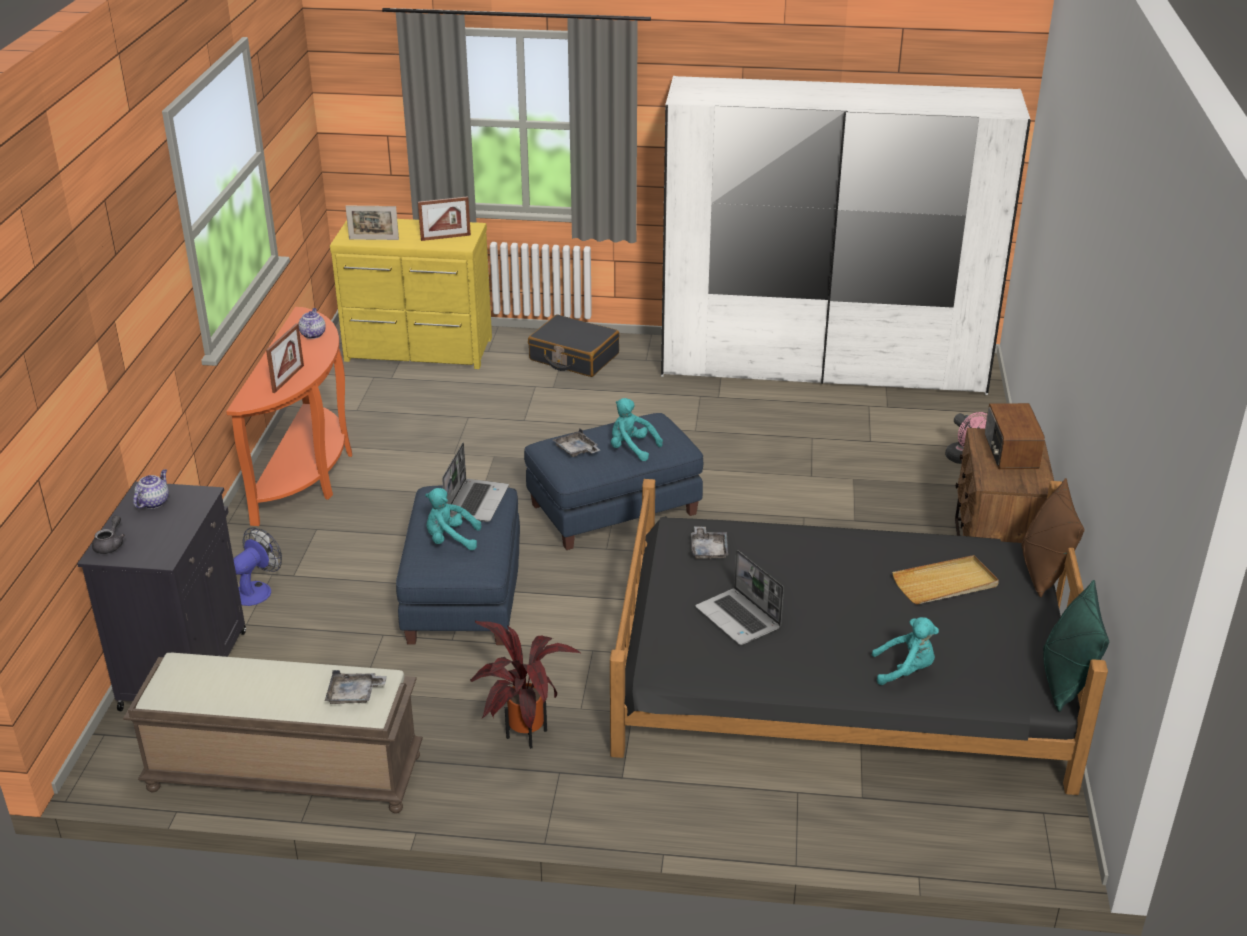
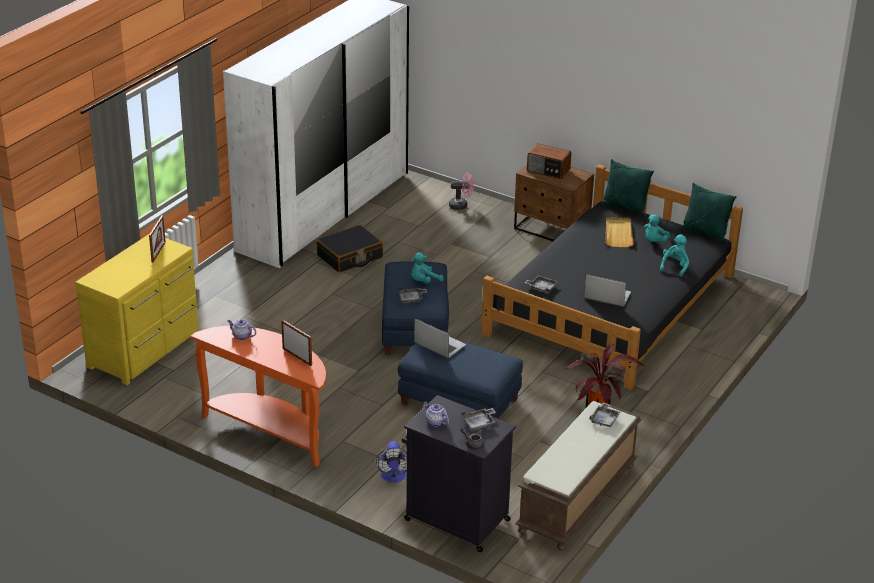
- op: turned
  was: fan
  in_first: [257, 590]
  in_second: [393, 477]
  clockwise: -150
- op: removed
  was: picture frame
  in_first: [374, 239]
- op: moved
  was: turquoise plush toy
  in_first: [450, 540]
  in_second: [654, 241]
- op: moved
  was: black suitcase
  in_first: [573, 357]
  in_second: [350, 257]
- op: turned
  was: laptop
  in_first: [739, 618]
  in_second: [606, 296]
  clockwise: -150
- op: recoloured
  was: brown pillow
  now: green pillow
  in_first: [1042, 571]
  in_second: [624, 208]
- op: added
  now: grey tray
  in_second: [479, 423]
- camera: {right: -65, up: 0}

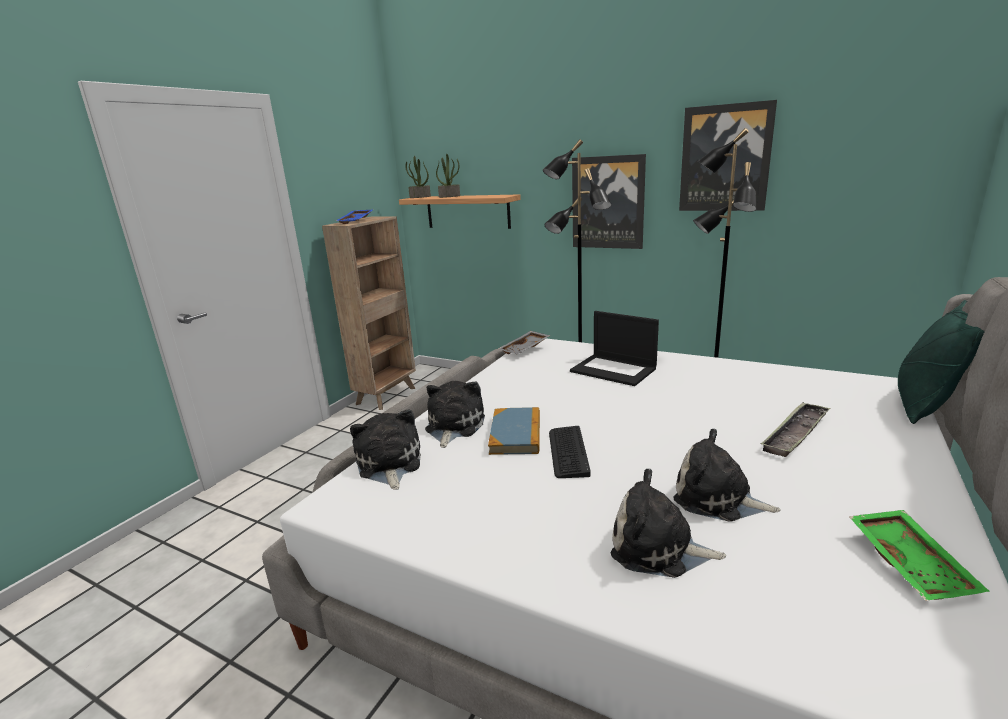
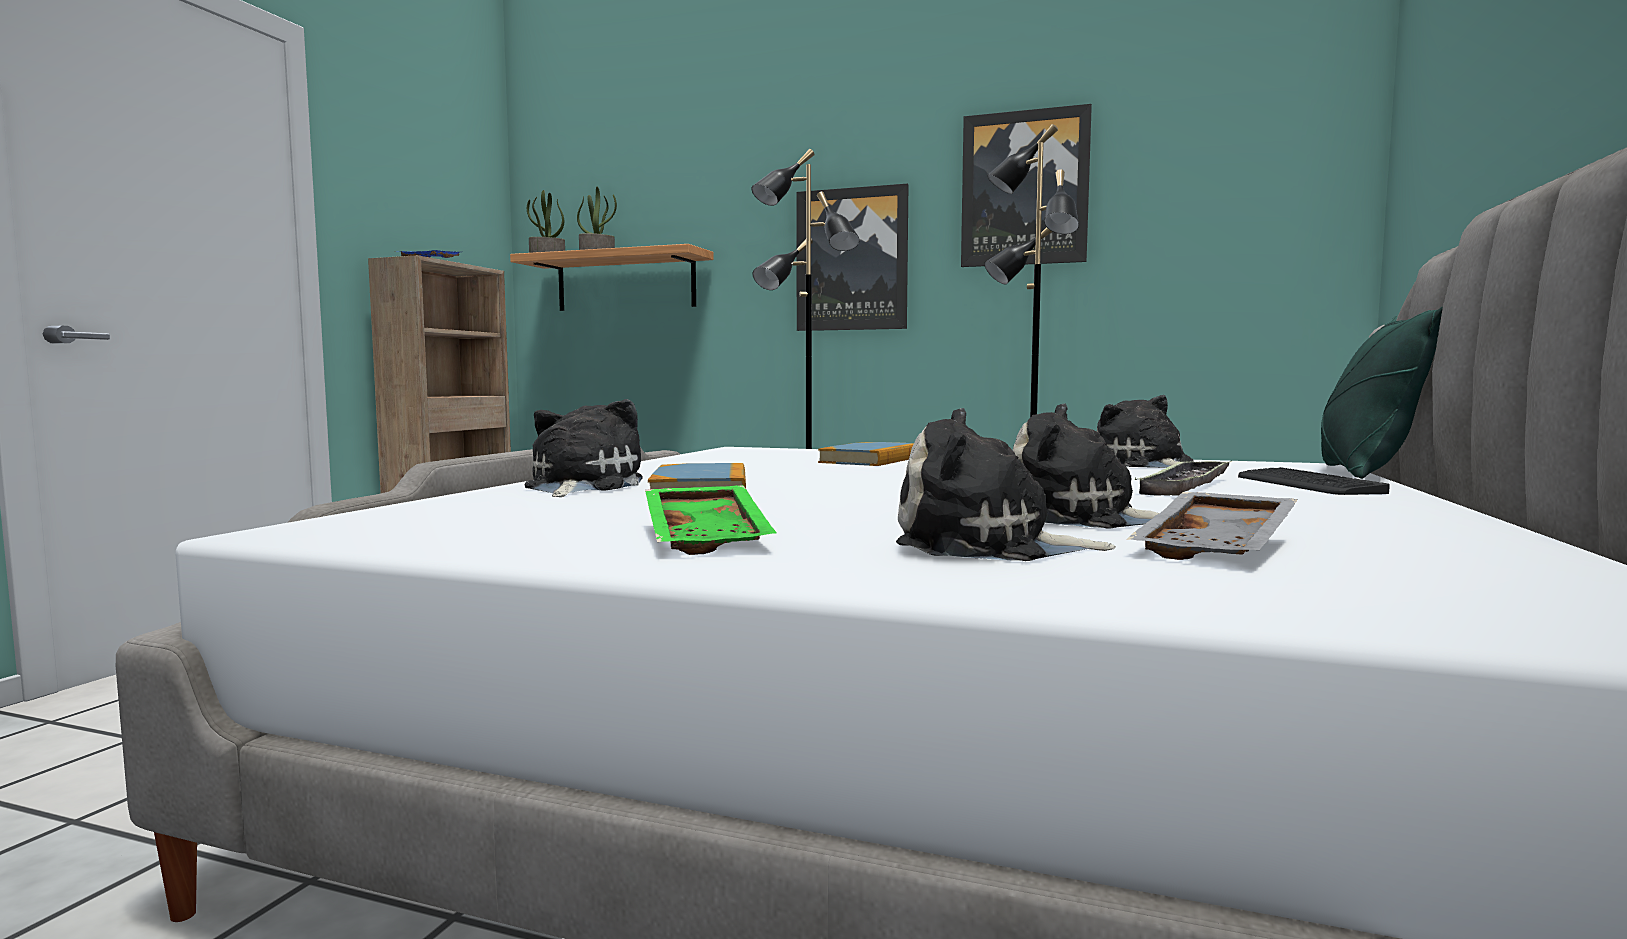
- op: moved
  was: plush toy
  in_first: [389, 464]
  in_second: [1145, 464]
- op: moved
  was: grey tray
  in_first: [525, 349]
  in_second: [1219, 548]
- op: moved
  was: keyboard
  in_first: [568, 452]
  in_second: [1306, 484]
- op: replaced
  was: laptop
  now: book
  in_first: [614, 370]
  in_second: [872, 460]
- op: moved
  was: green tray
  in_first: [912, 563]
  in_second: [709, 538]
- camera: {right: -10, up: -15}

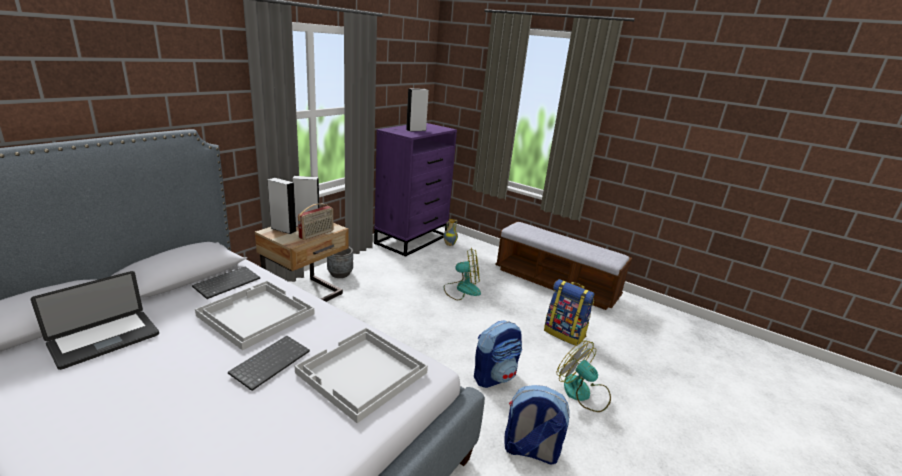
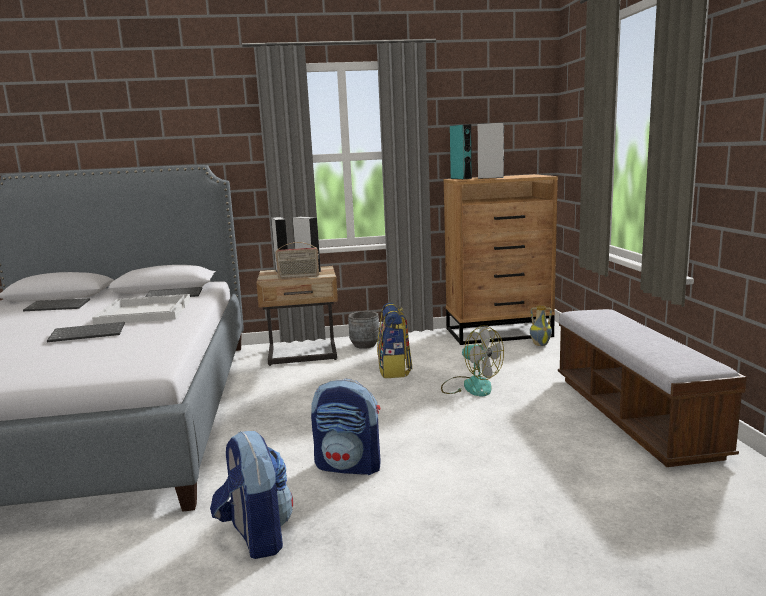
- op: replaced
  was: laptop
  now: keyboard
  in_first: [104, 340]
  in_second: [59, 306]
- op: removed
  was: white tray
  in_first: [362, 374]
- op: recoloured
  was: purple dresser
  now: brown dresser
  in_first: [412, 239]
  in_second: [499, 332]
- op: moved
  was: backpack
  in_first: [565, 334]
  in_second: [395, 370]
- op: removed
  was: fan
  in_first: [582, 393]
- op: added
  now: turquoise speaker
  in_second: [461, 178]
- camera: {right: 50, up: -10}

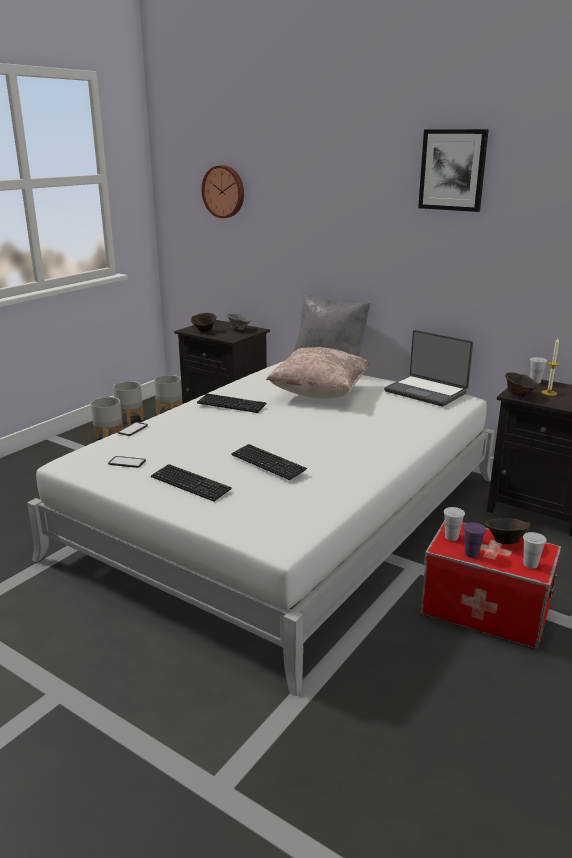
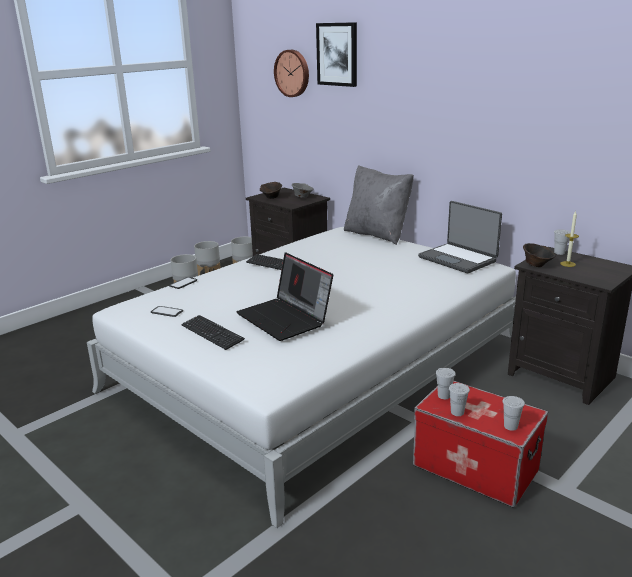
- op: replaced
  was: keyboard
  now: laptop
  in_first: [268, 463]
  in_second: [286, 318]
- op: removed
  was: beige pillow
  in_first: [319, 393]
- op: moved
  was: picture
  in_first: [453, 170]
  in_second: [337, 54]
- op: recoloured
  was: purple cup
  now: white cup
  in_first: [471, 553]
  in_second: [457, 412]
- op: removed
  was: brown bowl
  in_first: [504, 541]
- camera: {right: 10, up: 0}

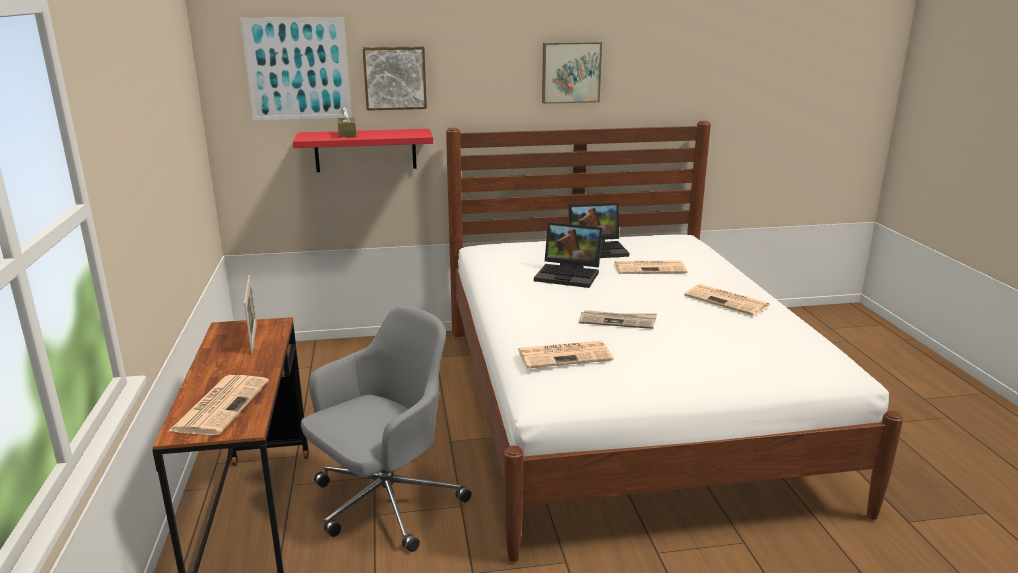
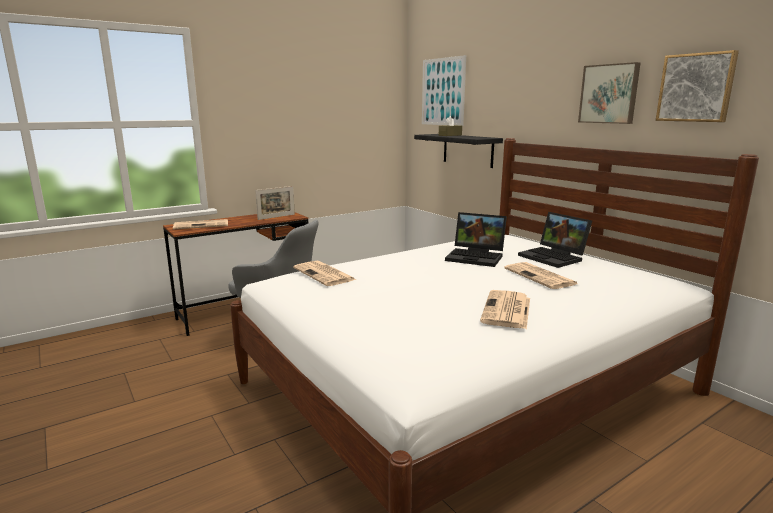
- op: recoloured
  was: red shelf
  now: black shelf
  in_first: [365, 150]
  in_second: [468, 150]
- op: moved
  was: picture
  in_first: [395, 78]
  in_second: [696, 87]
- op: turned
  was: laptop
  in_first: [570, 275]
  in_second: [477, 257]
  clockwise: -60
- op: removed
  was: newspaper
  in_first: [617, 321]
- camera: {right: 65, up: -5}

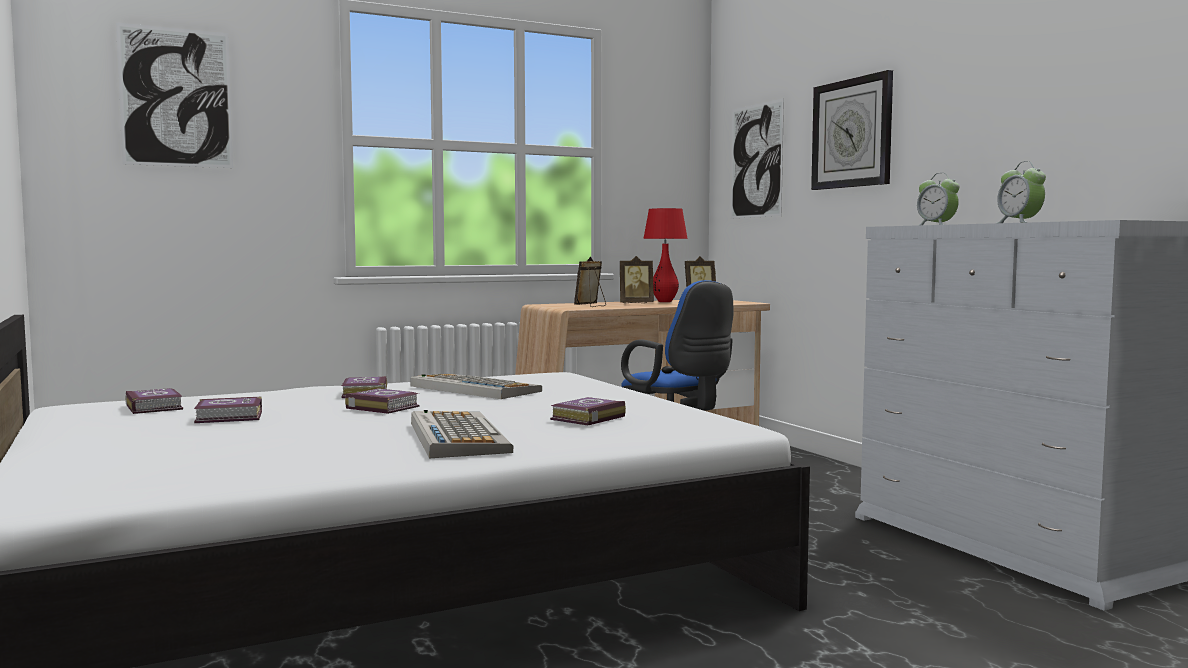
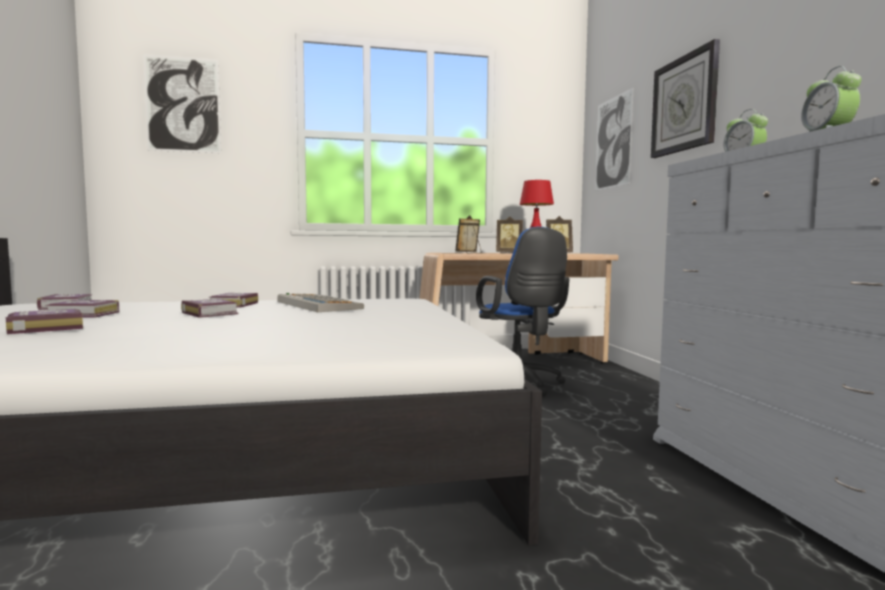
- op: removed
  was: keyboard
  in_first: [456, 436]
- op: moved
  was: book
  in_first: [585, 418]
  in_second: [44, 328]
- camera: {right: 15, up: 0}

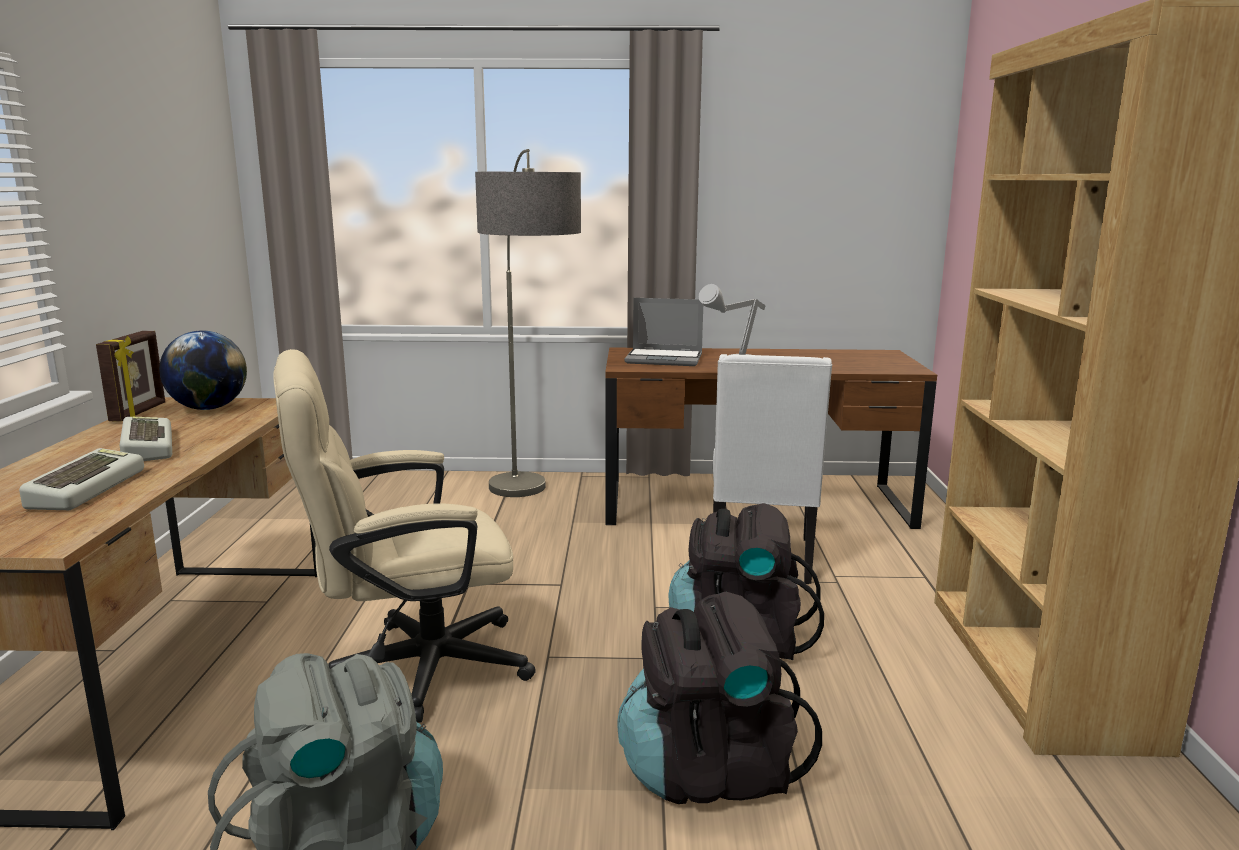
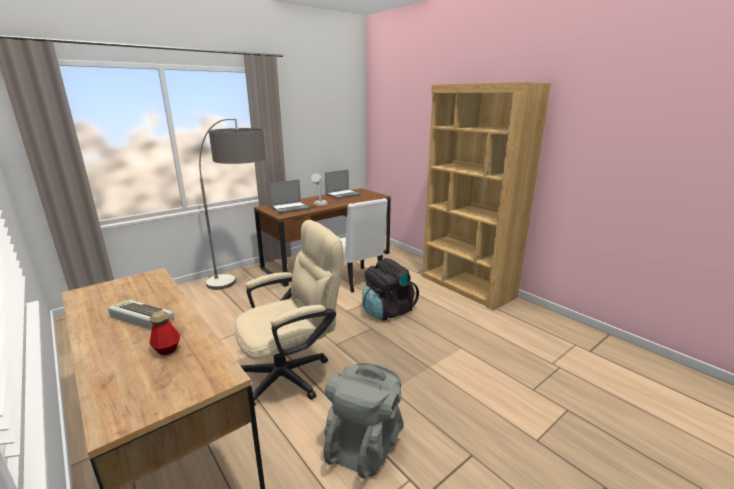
- op: replaced
  was: keyboard
  now: bottle
  in_first: [85, 488]
  in_second: [167, 349]
- op: removed
  was: picture frame
  in_first: [139, 412]
- op: removed
  was: globe
  in_first: [208, 408]
- op: turned
  was: beige office chair
  in_first: [411, 669]
  in_second: [292, 373]
  clockwise: -150
- op: removed
  was: black backpack
  in_first: [709, 771]
- op: added
  now: laptop
  in_second: [342, 195]
- camera: {right: -40, up: 5}

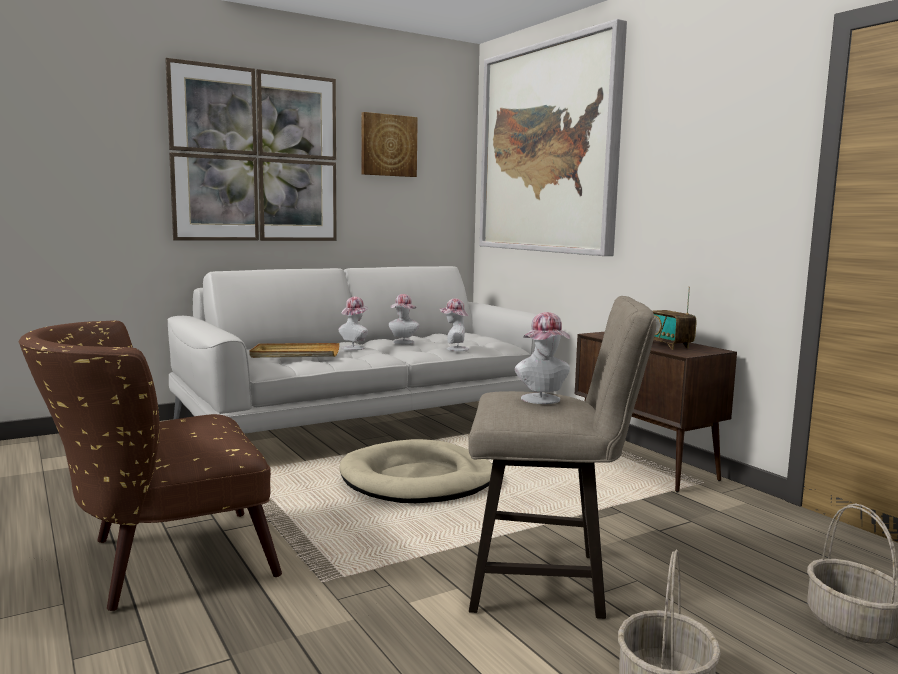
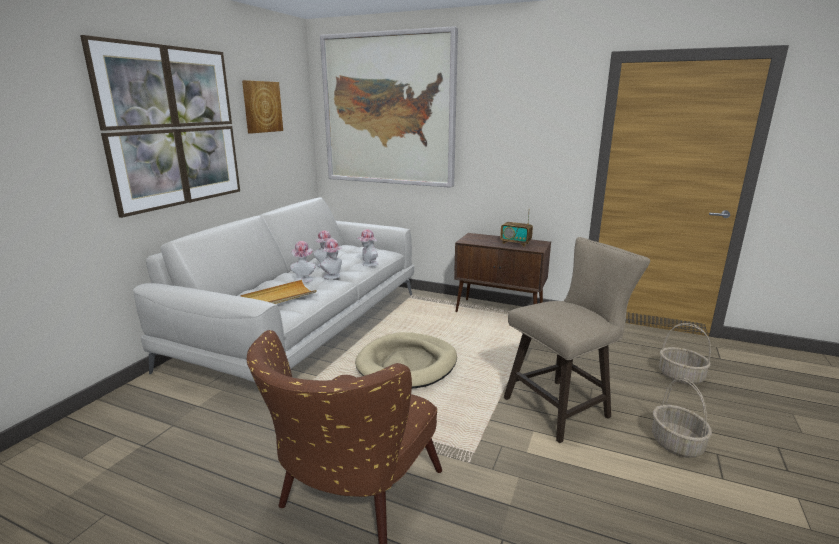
- op: moved
  was: hat
  in_first: [543, 400]
  in_second: [333, 276]
- camera: {right: -35, up: 10}

